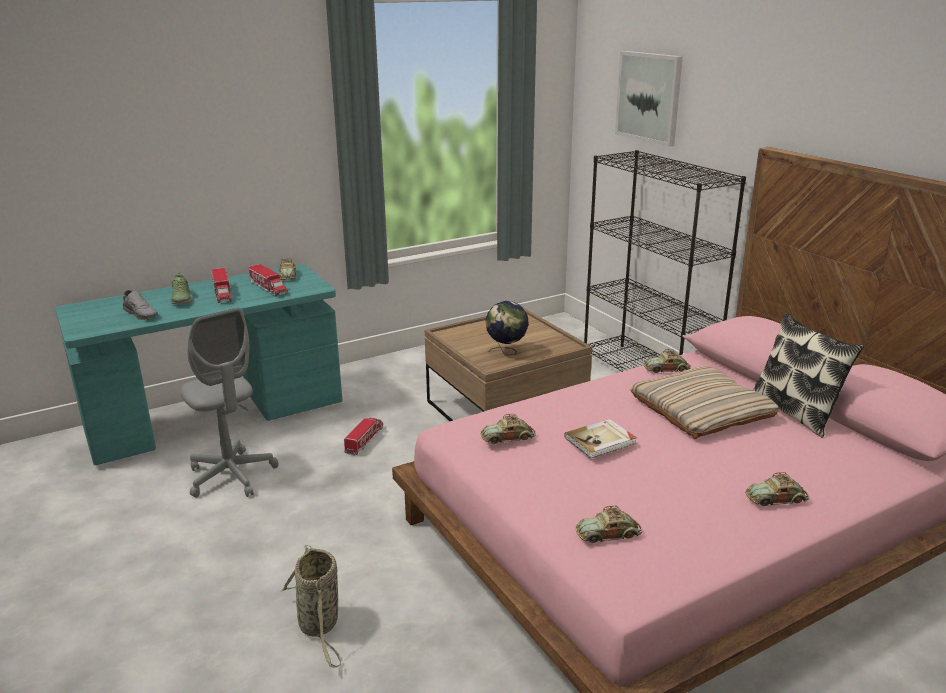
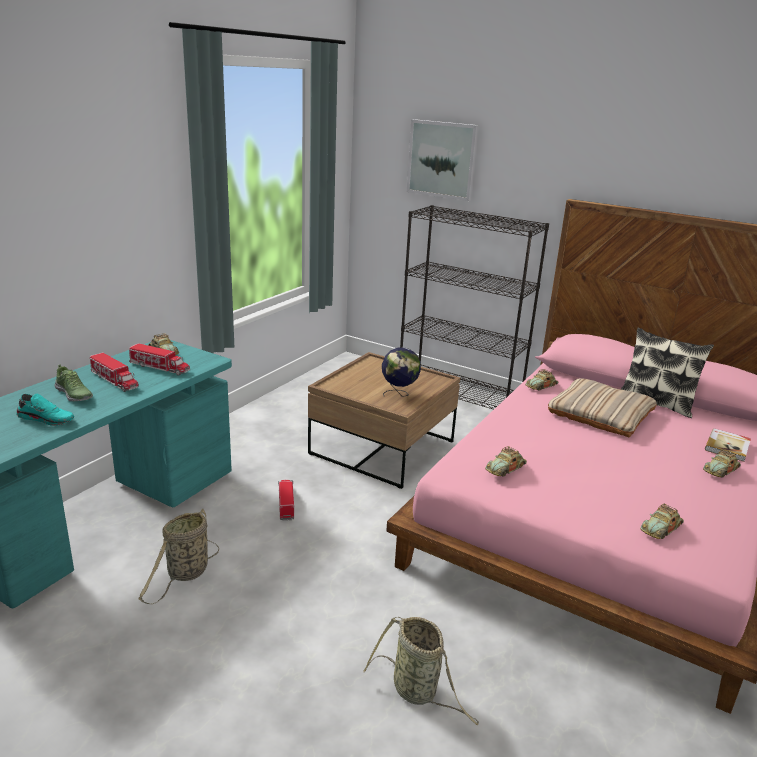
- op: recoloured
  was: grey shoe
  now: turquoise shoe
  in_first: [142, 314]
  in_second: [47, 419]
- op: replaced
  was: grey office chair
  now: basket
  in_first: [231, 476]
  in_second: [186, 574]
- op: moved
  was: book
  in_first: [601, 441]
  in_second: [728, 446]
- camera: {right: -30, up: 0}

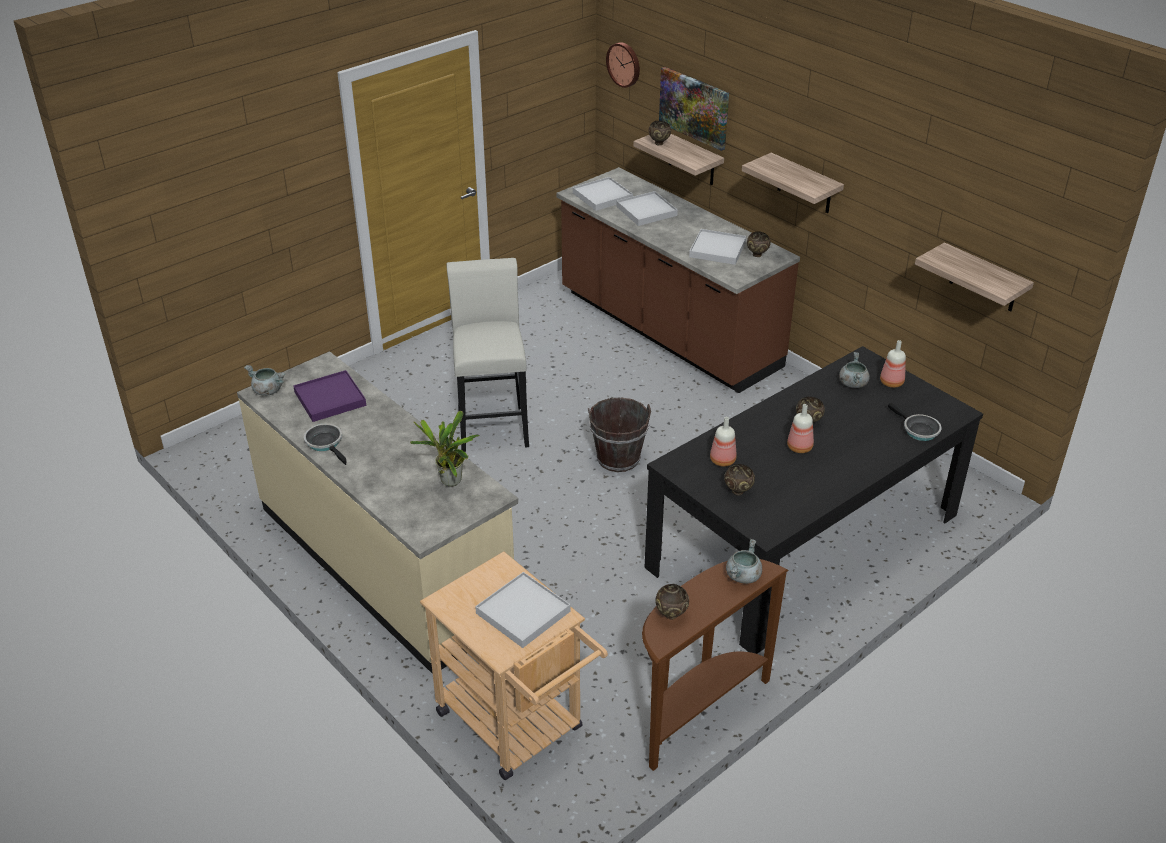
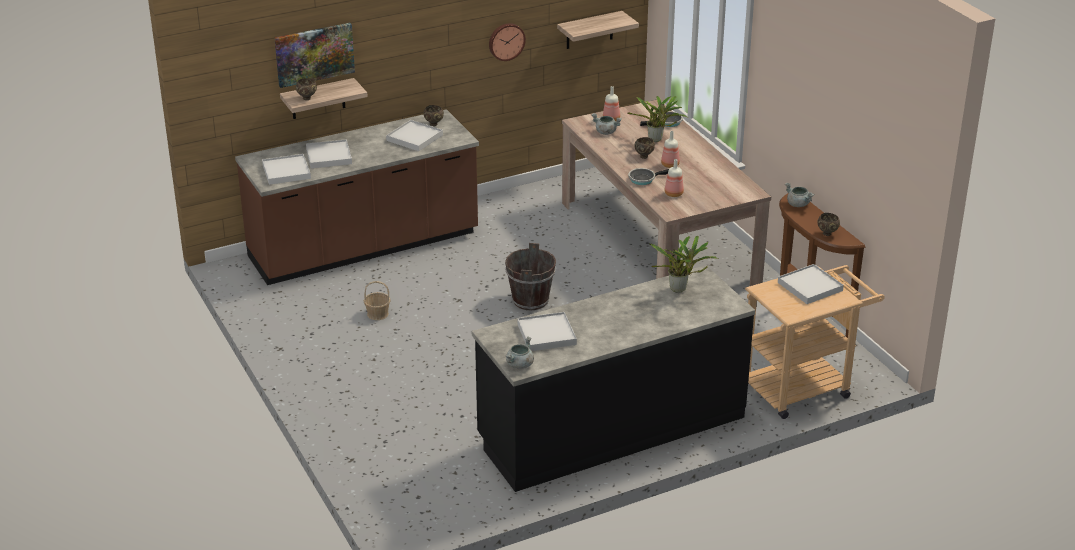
- op: recoloured
  was: beige counter
  now: black counter
  in_first: [385, 561]
  in_second: [611, 428]
- op: recoloured
  was: purple tray
  now: white tray
  in_first: [330, 399]
  in_second: [546, 334]
- op: moved
  was: frying pan
  in_first: [326, 443]
  in_second: [644, 179]
- op: removed
  was: white stool
  in_first: [492, 425]
- op: moved
  was: wall clock
  in_first: [624, 64]
  in_second: [506, 41]
- op: recoloured
  was: black dining table
  now: beige dining table
  in_first: [804, 541]
  in_second: [658, 242]
- op: removed
  was: brown bowl
  in_first: [738, 492]
- op: removed
  was: shelf
  in_first: [804, 184]
- op: added
  now: basket
  in_second: [377, 314]
- op: added
  now: potted plant
  in_second: [656, 140]
- camera: {right: -75, up: -5}

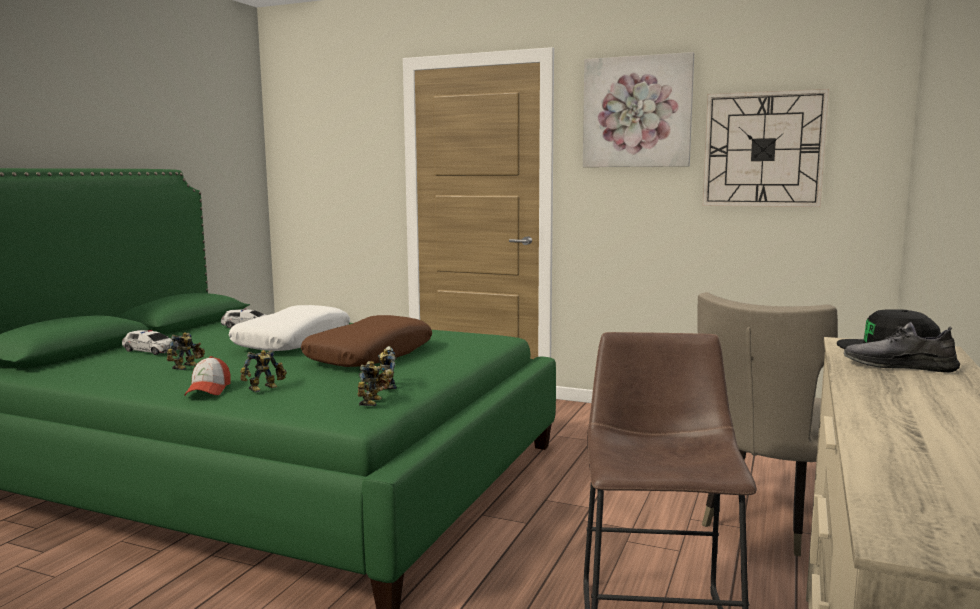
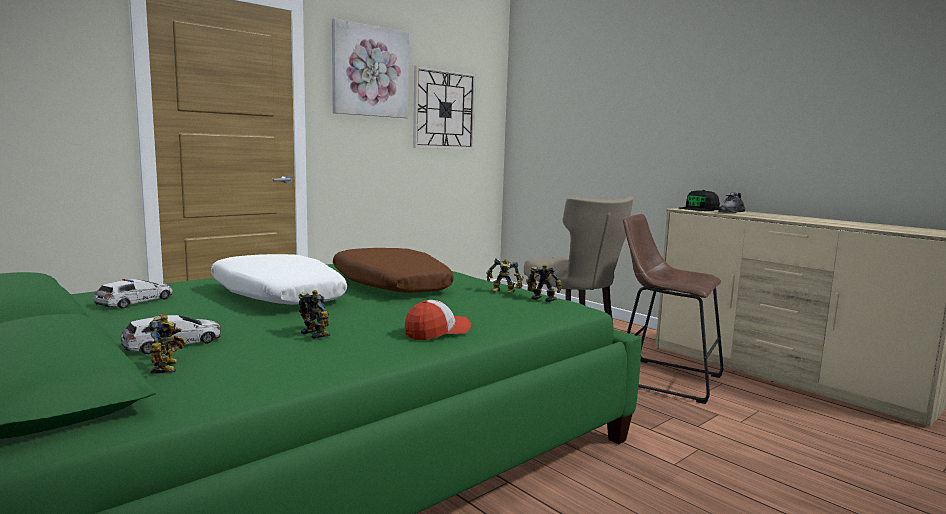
- op: turned
  was: cap
  in_first: [208, 390]
  in_second: [437, 332]
  clockwise: -60
- op: moved
  was: toy robot
  in_first: [265, 388]
  in_second: [168, 367]
- camera: {right: -65, up: 0}

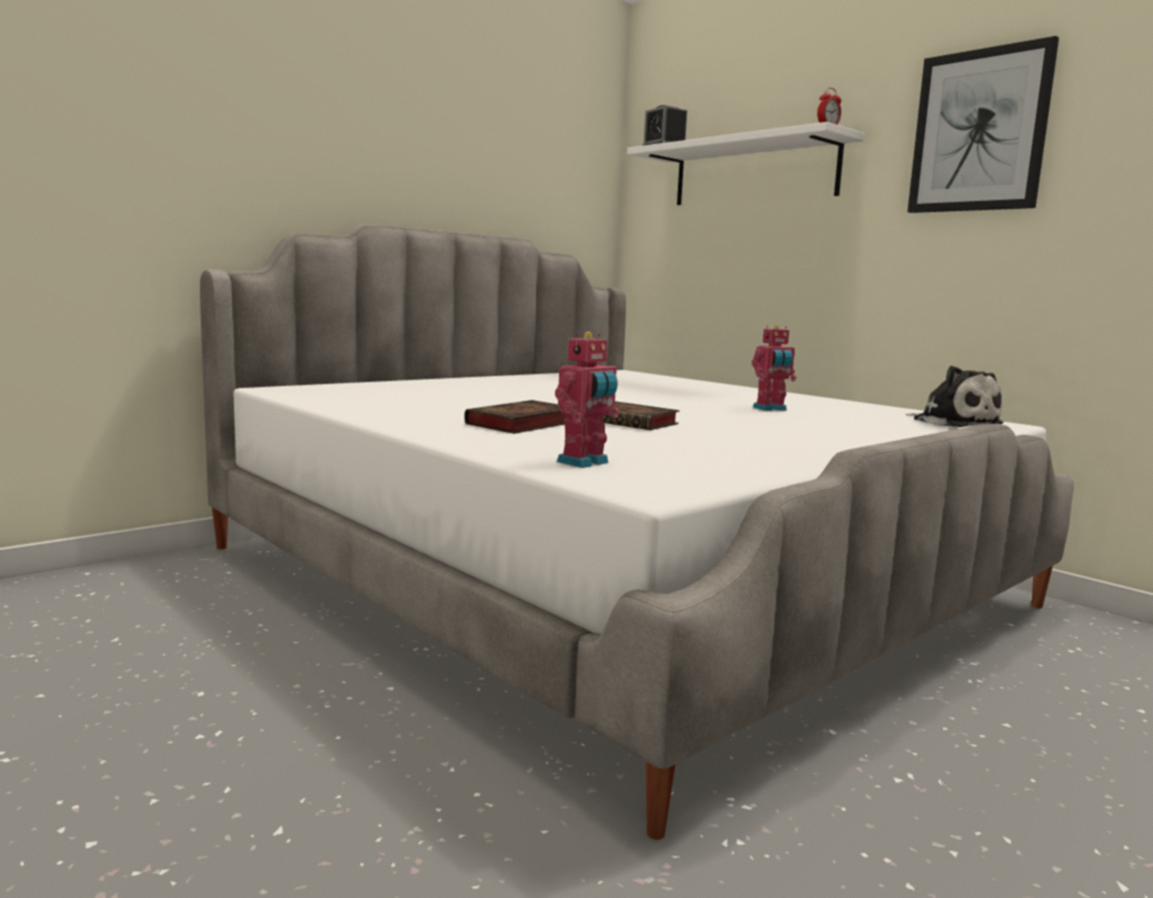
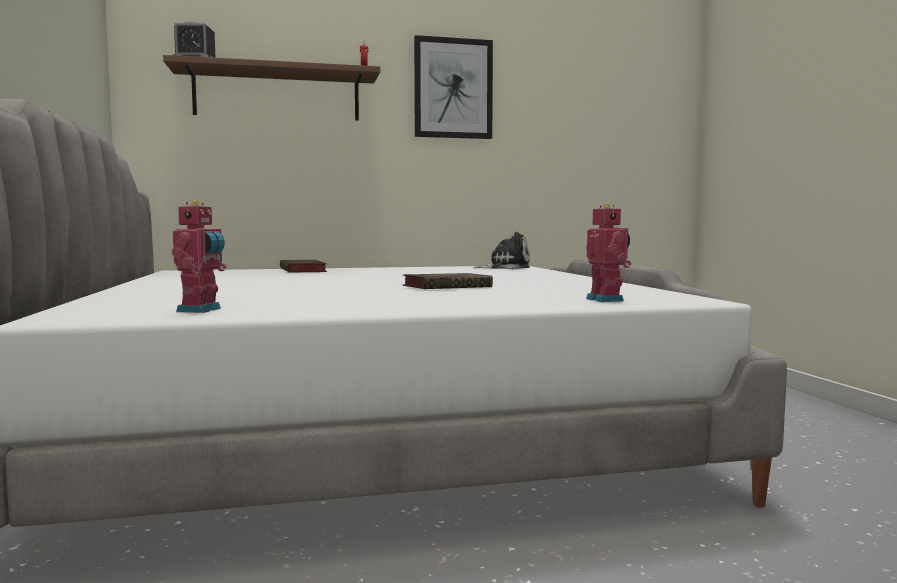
- op: moved
  was: book
  in_first: [521, 424]
  in_second: [303, 270]
- op: recoloured
  was: white shelf
  now: brown shelf
  in_first: [754, 173]
  in_second: [277, 95]
- op: moved
  was: toy robot
  in_first: [770, 409]
  in_second: [201, 310]
- camera: {right: -60, up: -5}

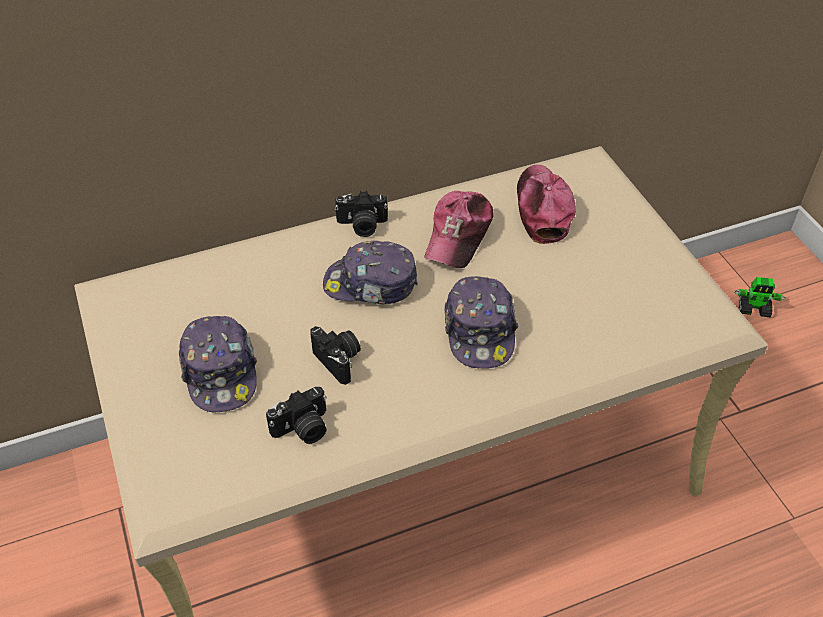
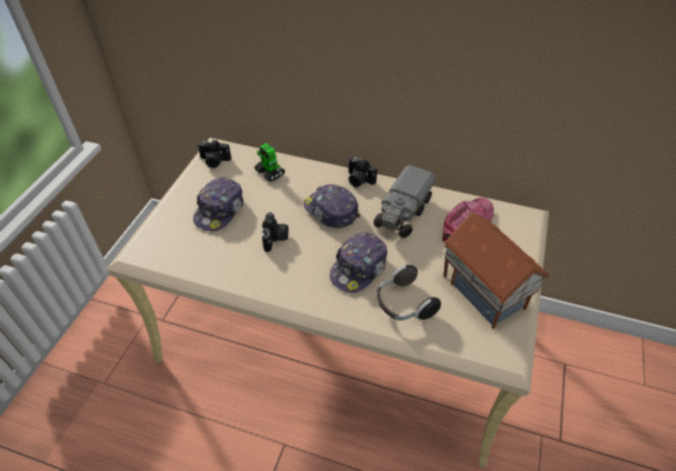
- op: moved
  was: photo camera
  in_first: [303, 429]
  in_second: [214, 161]
- op: replaced
  was: cap
  now: toy truck
  in_first: [459, 236]
  in_second: [403, 213]
- op: moved
  was: toy robot
  in_first: [754, 308]
  in_second: [270, 173]
- op: added
  now: headphones
  in_second: [403, 304]
- op: added
  now: toy house
  in_second: [485, 289]
- camera: {right: 40, up: 0}

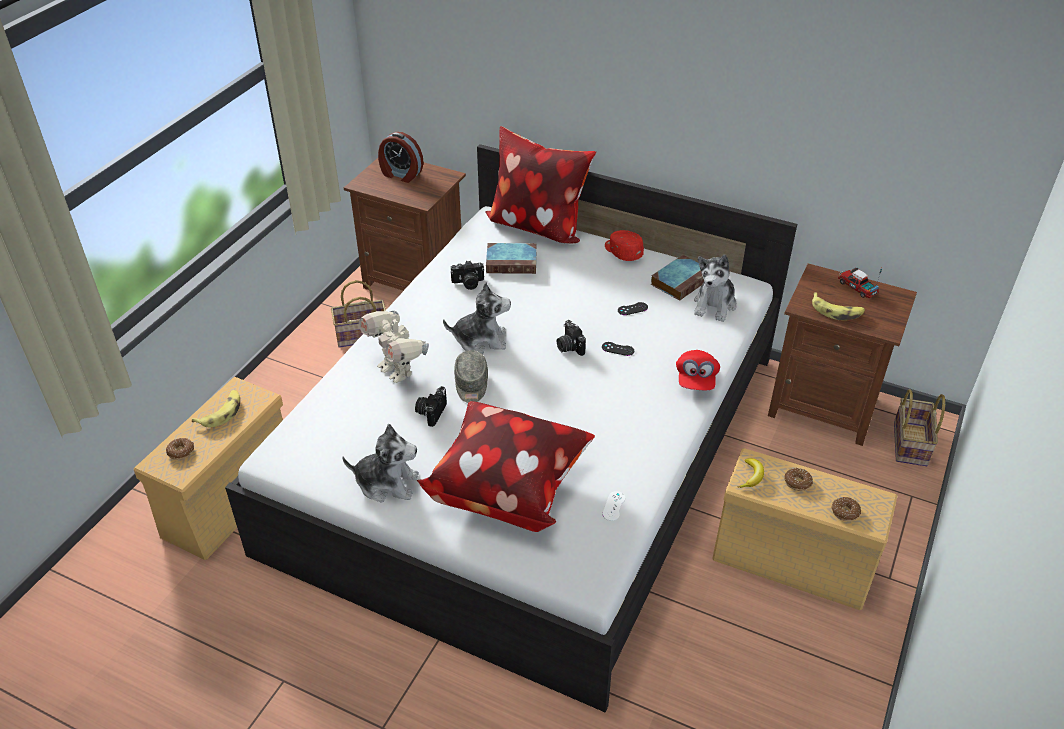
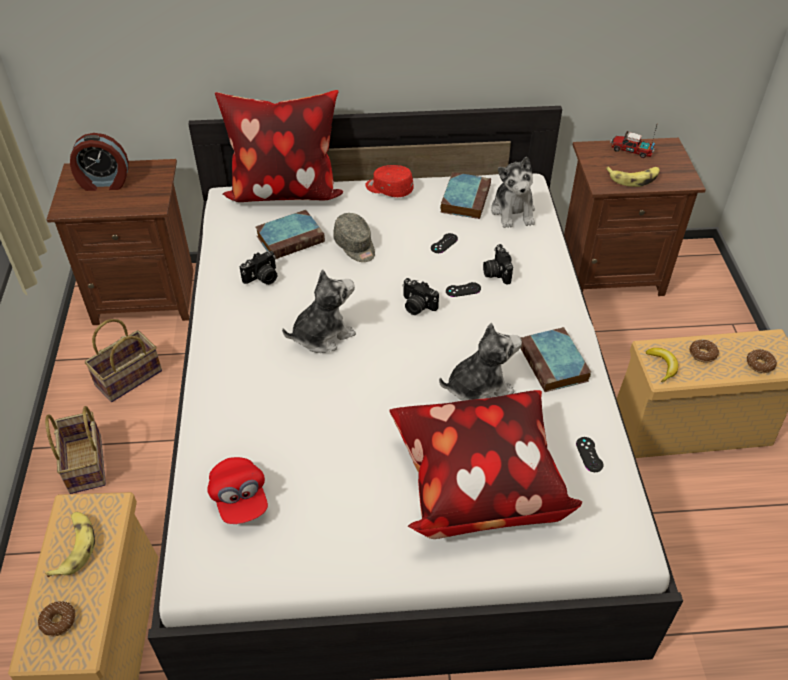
- op: moved
  was: plush toy
  in_first: [387, 483]
  in_second: [478, 388]
- op: removed
  was: toy robot
  in_first: [397, 370]
- op: moved
  was: photo camera
  in_first: [431, 412]
  in_second: [496, 272]
- op: moved
  was: grey cap
  in_first: [471, 384]
  in_second: [355, 246]
- op: recoloured
  was: white game controller
  now: black game controller
  in_first: [613, 506]
  in_second: [589, 454]
- op: moved
  was: red cap
  in_first: [696, 380]
  in_second: [240, 499]
- op: moved
  was: basket
  in_first: [911, 445]
  in_second: [87, 465]
- op: added
  now: book
  in_second: [554, 364]
- camera: {right: -30, up: 5}

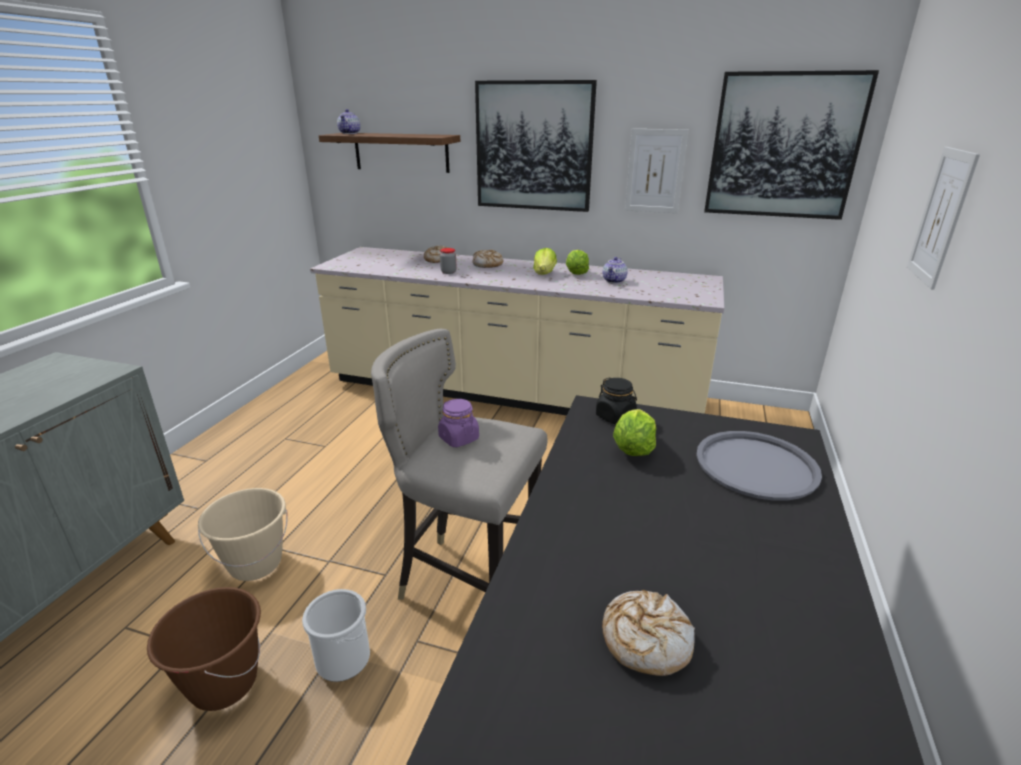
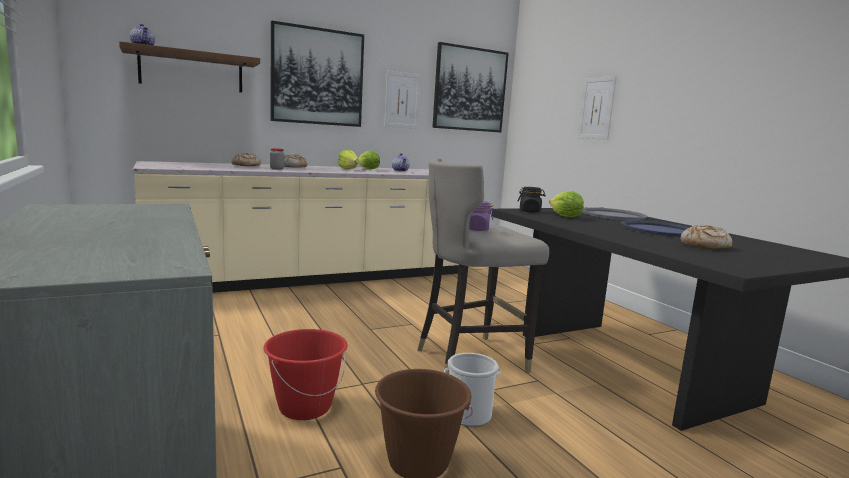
- op: recoloured
  was: beige bucket
  now: red bucket
  in_first: [256, 563]
  in_second: [304, 407]
- op: added
  now: blue tray
  in_second: [659, 230]
- camera: {right: -45, up: -15}

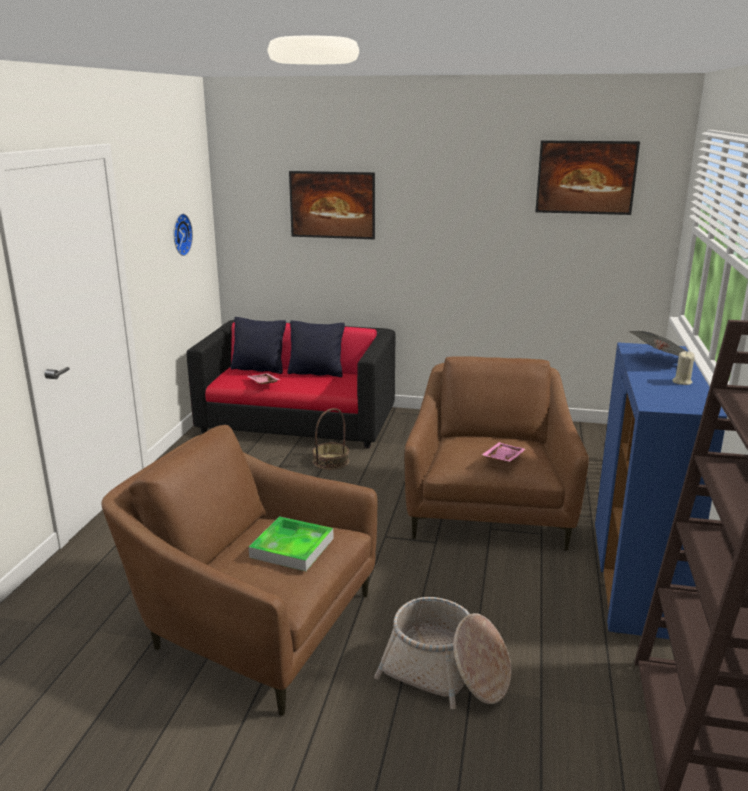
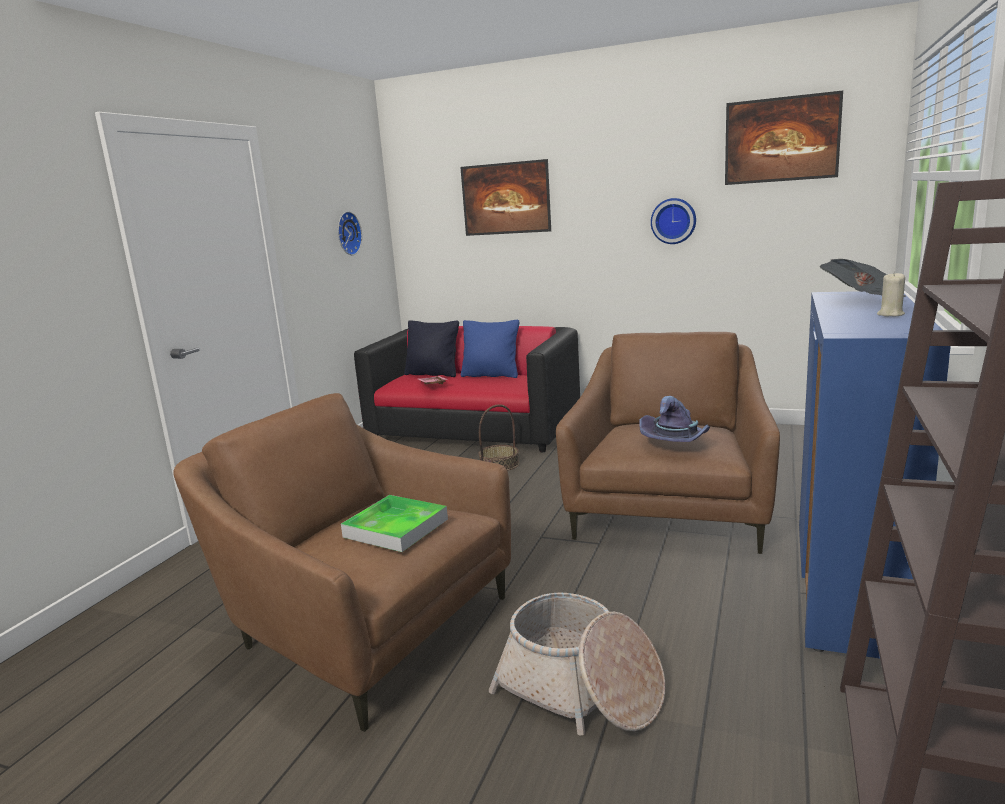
- op: recoloured
  was: black pillow
  now: blue pillow
  in_first: [316, 373]
  in_second: [491, 375]
- op: replaced
  was: pink tray
  now: purple hat
  in_first: [502, 458]
  in_second: [675, 441]
- op: added
  now: wall clock
  in_second: [673, 221]
- camera: {right: 10, up: -5}

